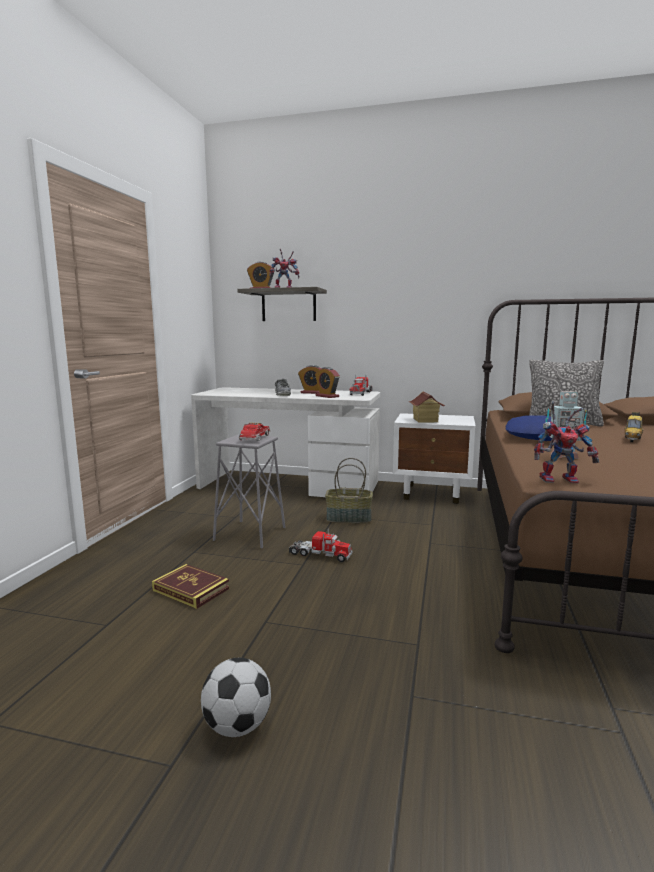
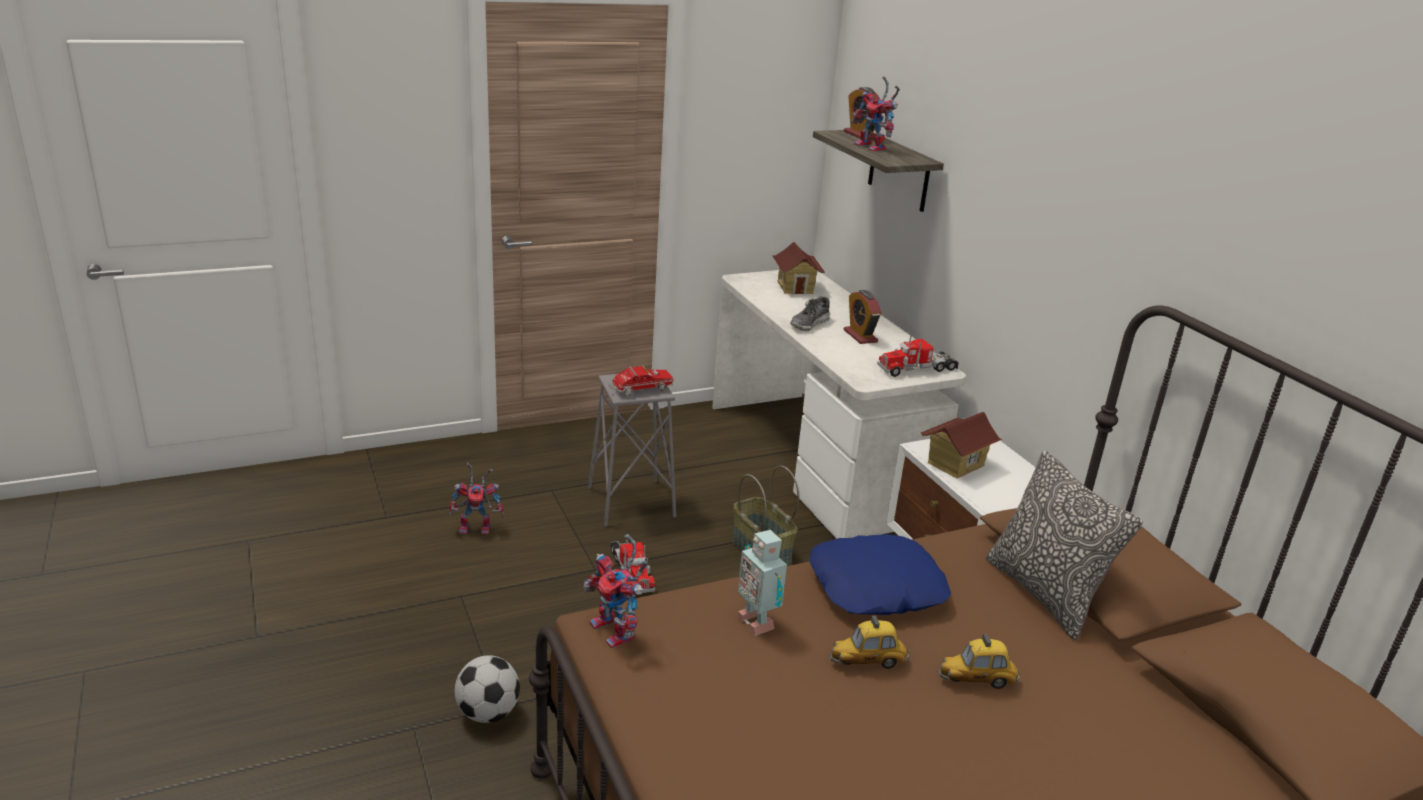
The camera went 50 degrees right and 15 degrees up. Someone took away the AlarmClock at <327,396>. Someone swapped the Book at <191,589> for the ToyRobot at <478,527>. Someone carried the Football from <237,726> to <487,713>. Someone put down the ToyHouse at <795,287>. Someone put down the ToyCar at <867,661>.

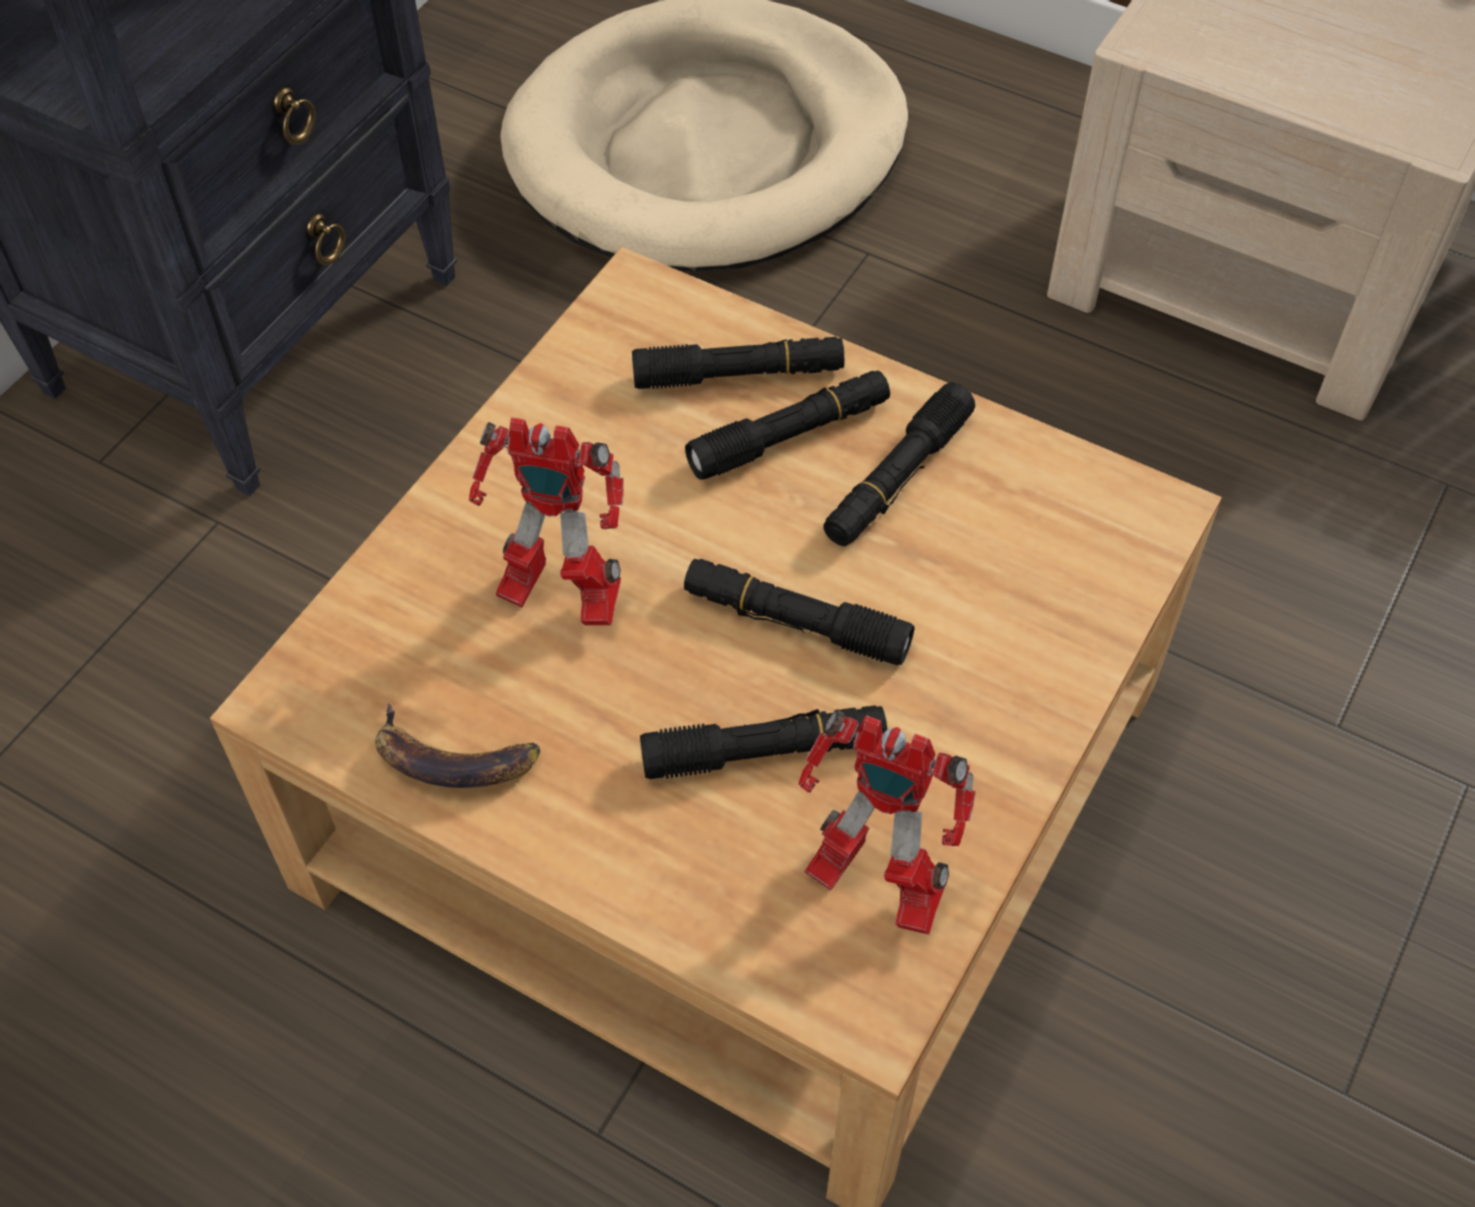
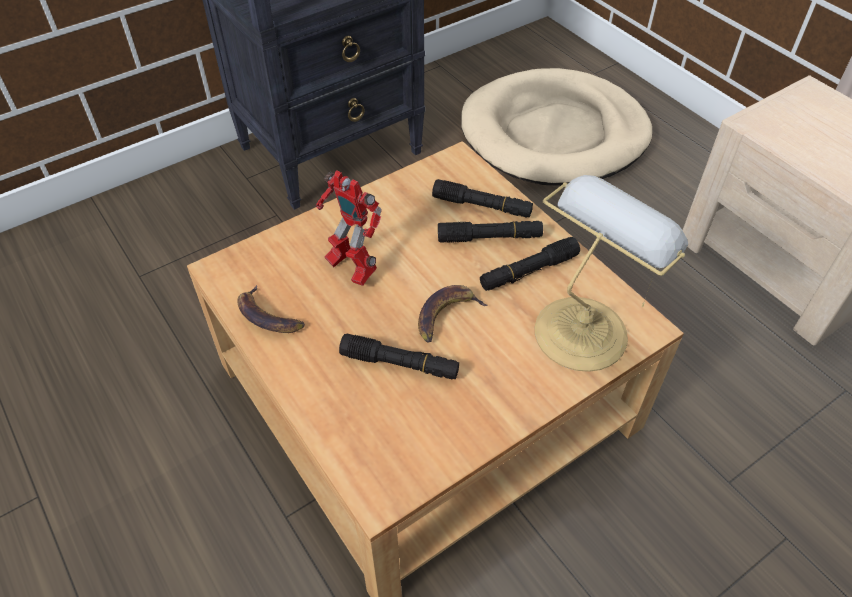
The camera went 25 degrees right and 5 degrees down. Someone swapped the BlackFlashlight at <795,622> for the Banana at <446,315>. Someone took away the ToyRobot at <871,882>. Someone put down the TableLamp at <583,329>.

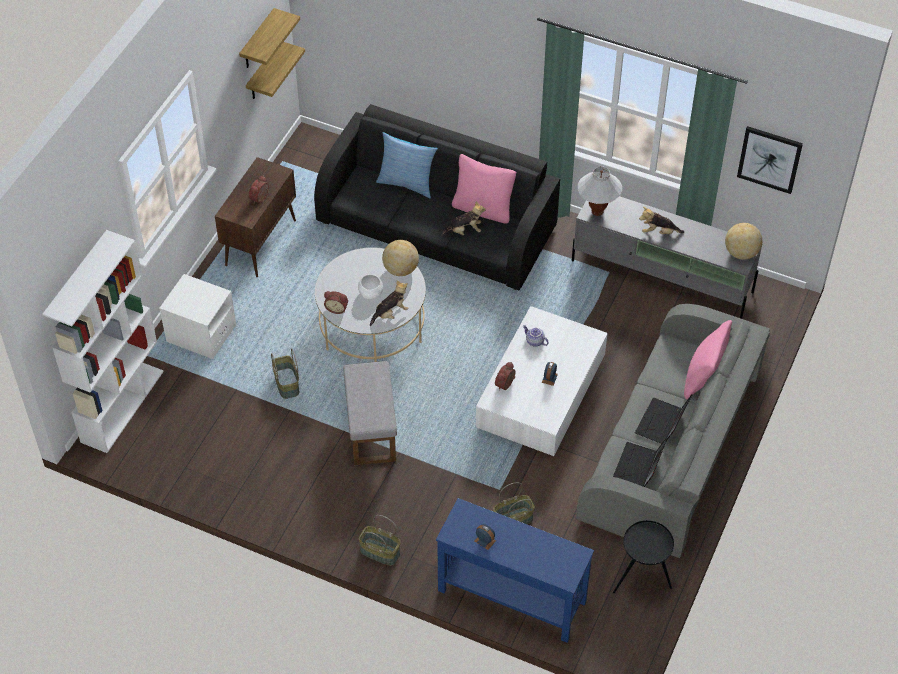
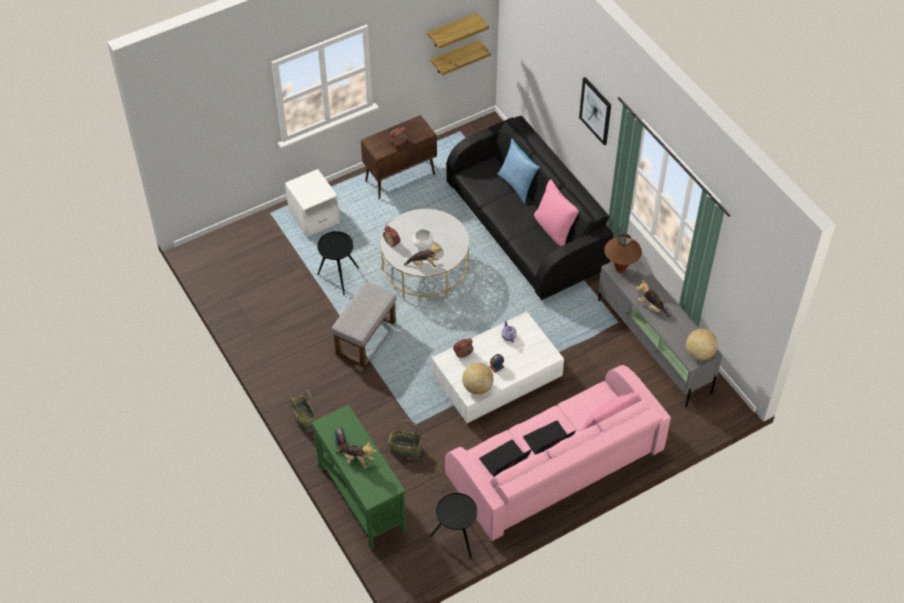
The camera went 35 degrees right and 0 degrees up. Someone carried the Picture from <769,159> to <595,110>. Someone repainted the WhiteTableLamp at <597,211>, which became the BrownTableLamp at <620,269>. Someone carried the PlushToy from <464,231> to <357,460>. Someone took away the WhiteBookcase at <122,405>. Someone carried the Globe from <400,269> to <477,387>. Someone repainted the GreySofa at <671,448>, which became the PinkSofa at <555,465>. Someone swapped the Basket at <286,383> for the BlackSideTable at <338,278>. Someone repainted the BlueConsoleTable at <511,596>, which became the GreenConsoleTable at <361,497>.

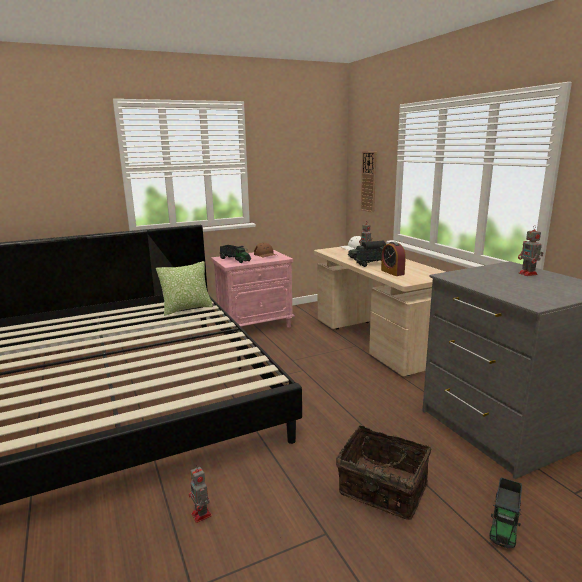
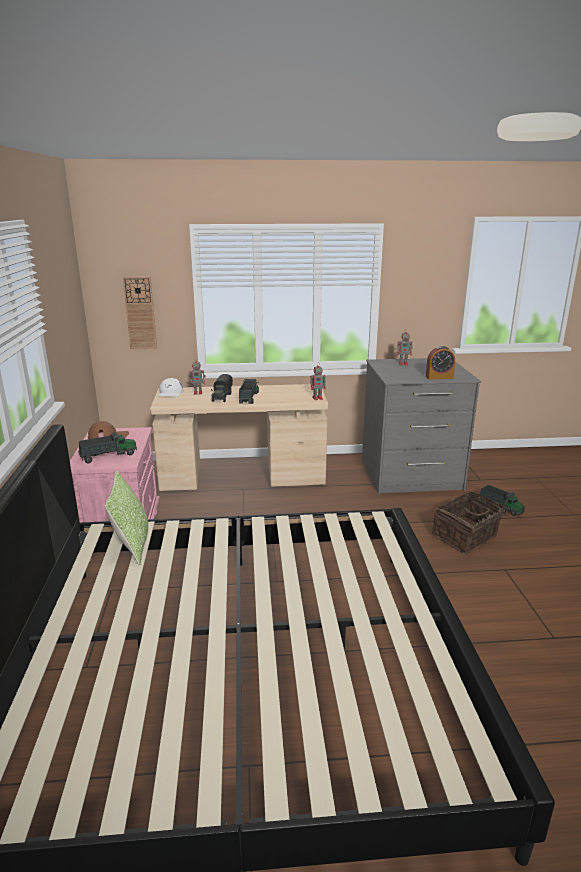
The camera went 70 degrees left and 5 degrees up. Someone carried the AlarmClock from <392,272> to <439,377>. Someone carried the ToyRobot from <202,515> to <318,398>.

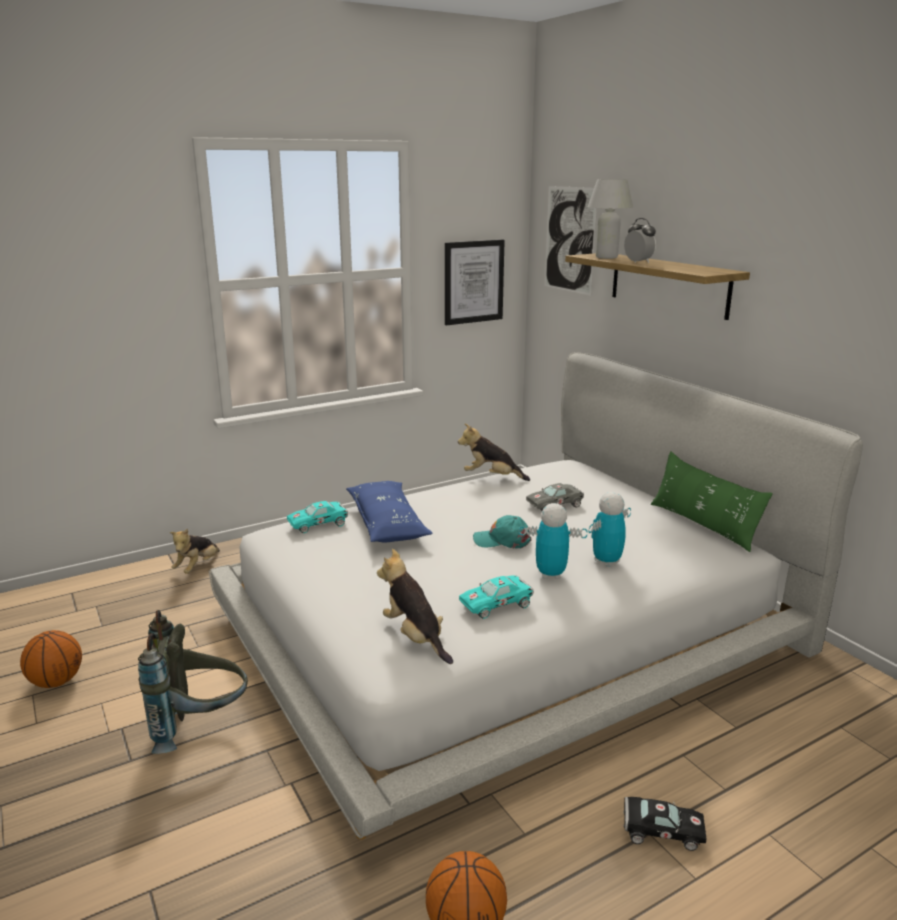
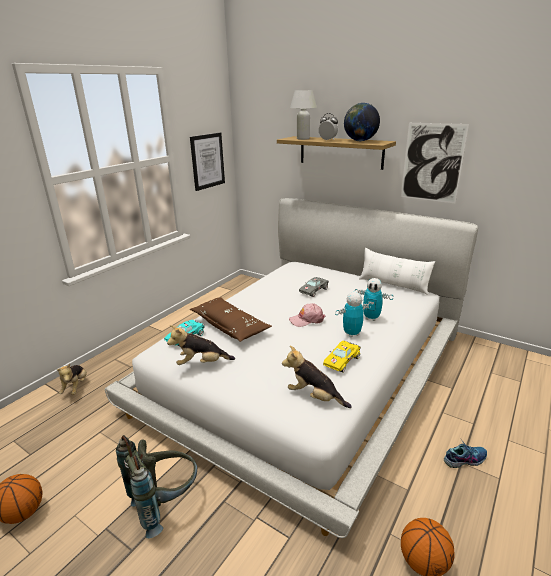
The camera went 25 degrees left and 5 degrees up. Someone carried the Picture from <569,240> to <432,163>. Someone carried the PlushToy from <492,477> to <201,363>. Someone repainted the GreenPillow at <703,525>, which became the WhitePillow at <393,285>. Someone repainted the BluePillow at <387,523>, which became the BrownPillow at <230,326>. Someone rotated the ToyRobot at <606,561> by 90 degrees counterclockwise. Someone repainted the TurquoiseCap at <502,540>, which became the PinkCap at <307,319>. Someone repainted the TurquoiseToyCar at <498,604>, which became the YellowToyCar at <342,360>. Someone swapped the BlackToyCar at <658,830> for the Shoe at <464,459>. Someone put down the Globe at <360,141>.

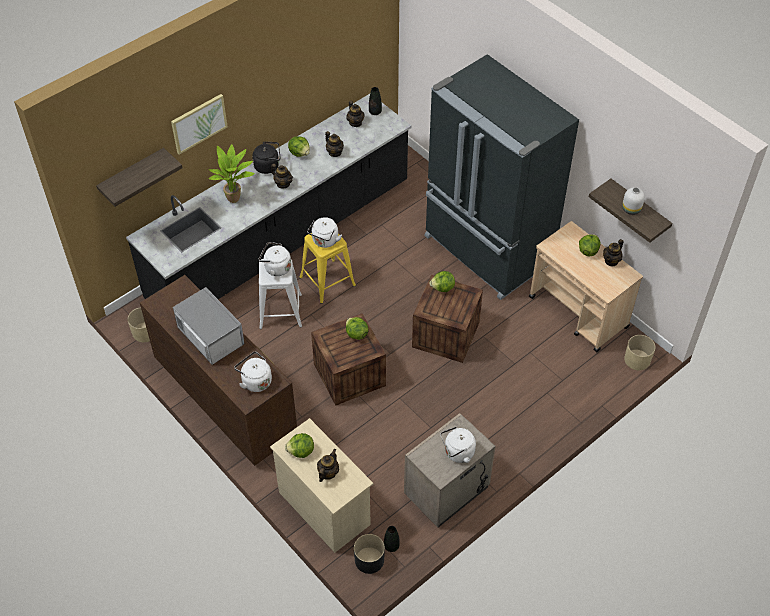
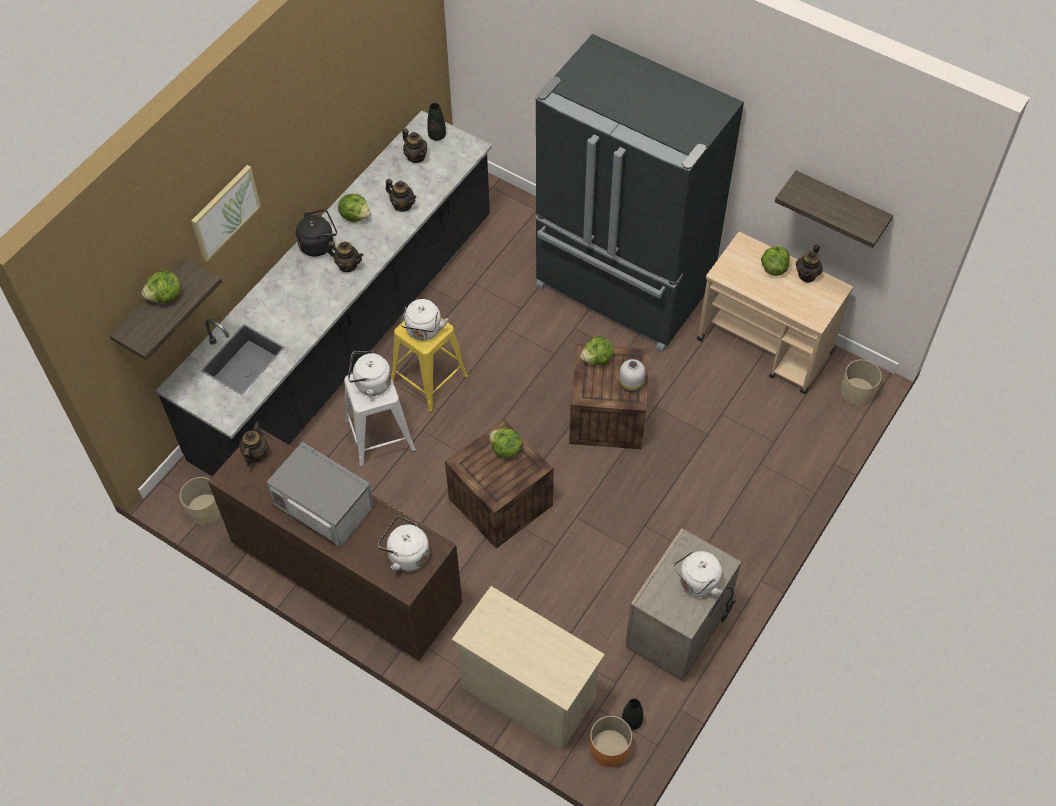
The camera went 15 degrees left and 5 degrees up. Someone took away the PottedPlant at <235,199>. Someone carried the WhiteVase from <630,209> to <630,384>. Someone carried the Lettuce from <301,451> to <165,297>. Someone carried the Teapot from <328,473> to <255,454>. Someone repainted the BlackPlanter at <369,560>, which became the OrangePlanter at <609,748>.

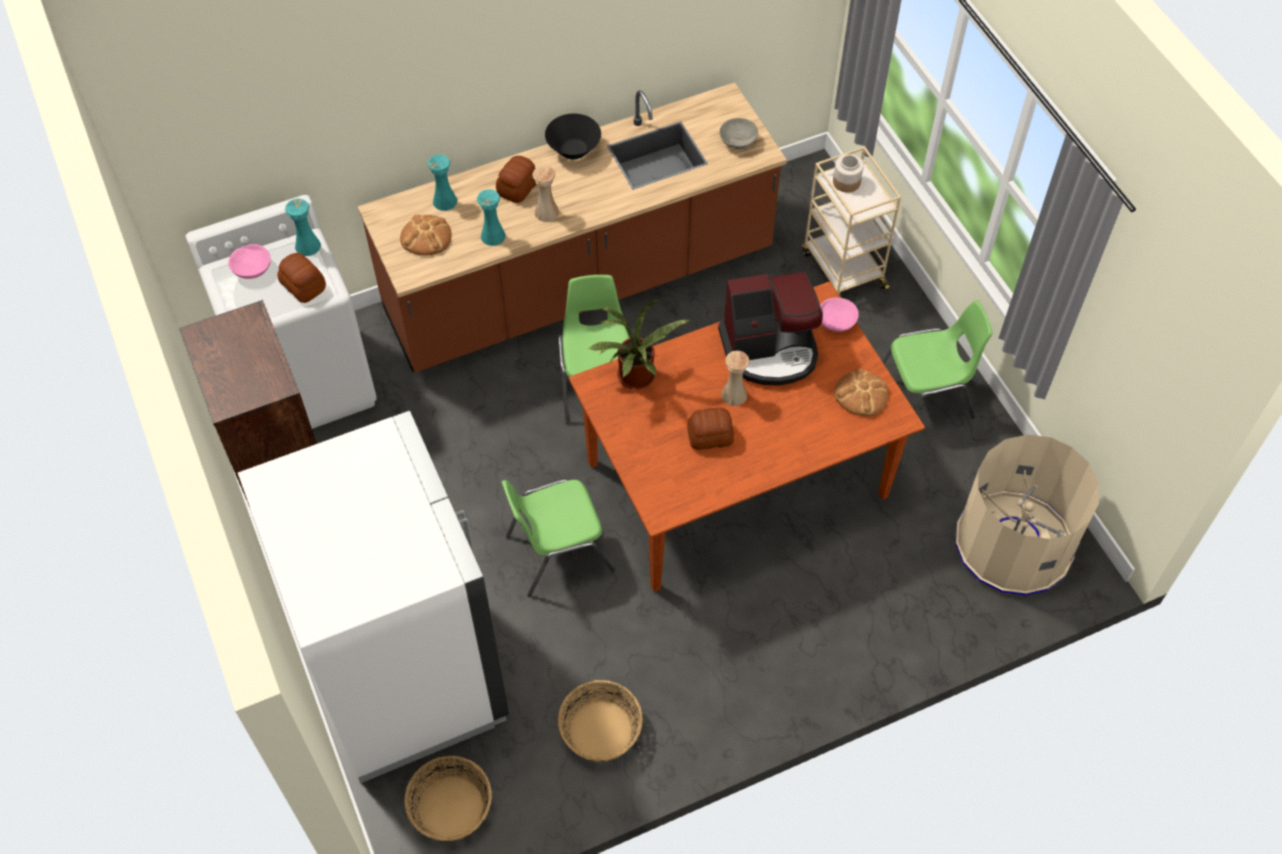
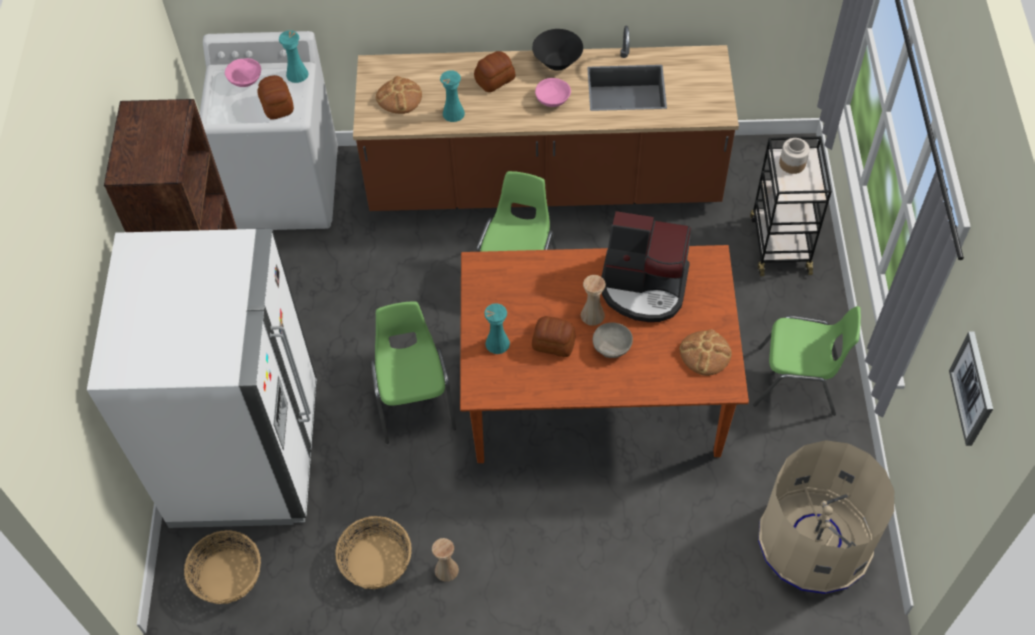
The camera went 25 degrees right and 0 degrees up. Someone carried the GreyBowl from <738,141> to <612,346>. Someone repainted the BeigeCart at <842,269>, which became the BlackCart at <779,243>. Someone carried the TurquoiseVase from <445,201> to <497,343>. Someone carried the BeigeVase from <546,212> to <446,570>. Someone carried the PinkBowl from <836,323> to <552,100>. Someone took away the PottedPlant at <636,379>. Someone rotated the GreenChair at <557,552> by 75 degrees clockwise. Someone put up the Picture at <973,388>.

